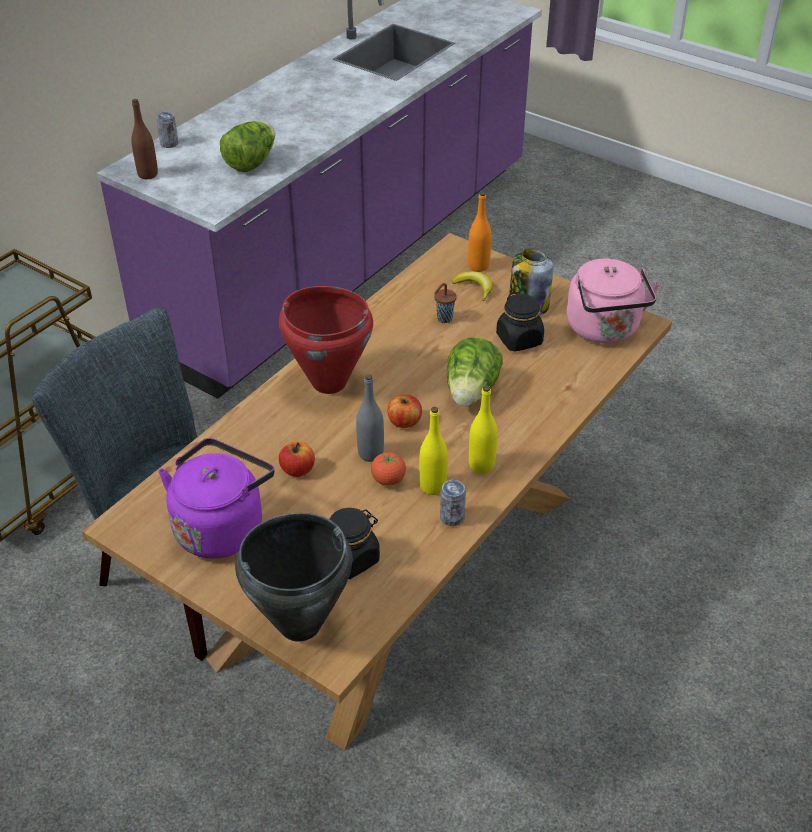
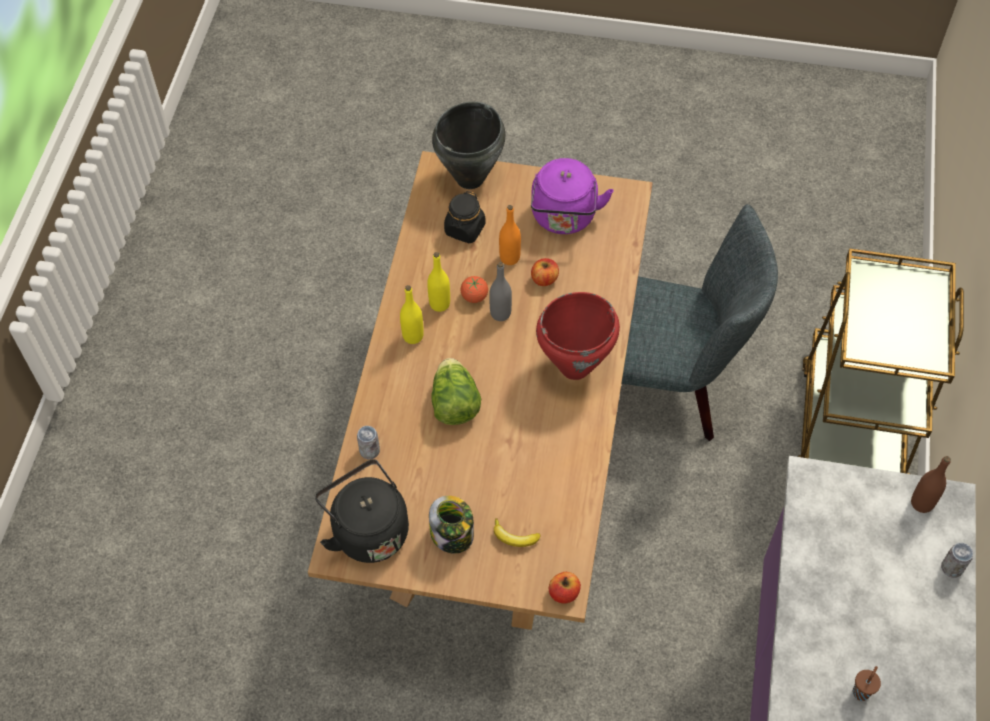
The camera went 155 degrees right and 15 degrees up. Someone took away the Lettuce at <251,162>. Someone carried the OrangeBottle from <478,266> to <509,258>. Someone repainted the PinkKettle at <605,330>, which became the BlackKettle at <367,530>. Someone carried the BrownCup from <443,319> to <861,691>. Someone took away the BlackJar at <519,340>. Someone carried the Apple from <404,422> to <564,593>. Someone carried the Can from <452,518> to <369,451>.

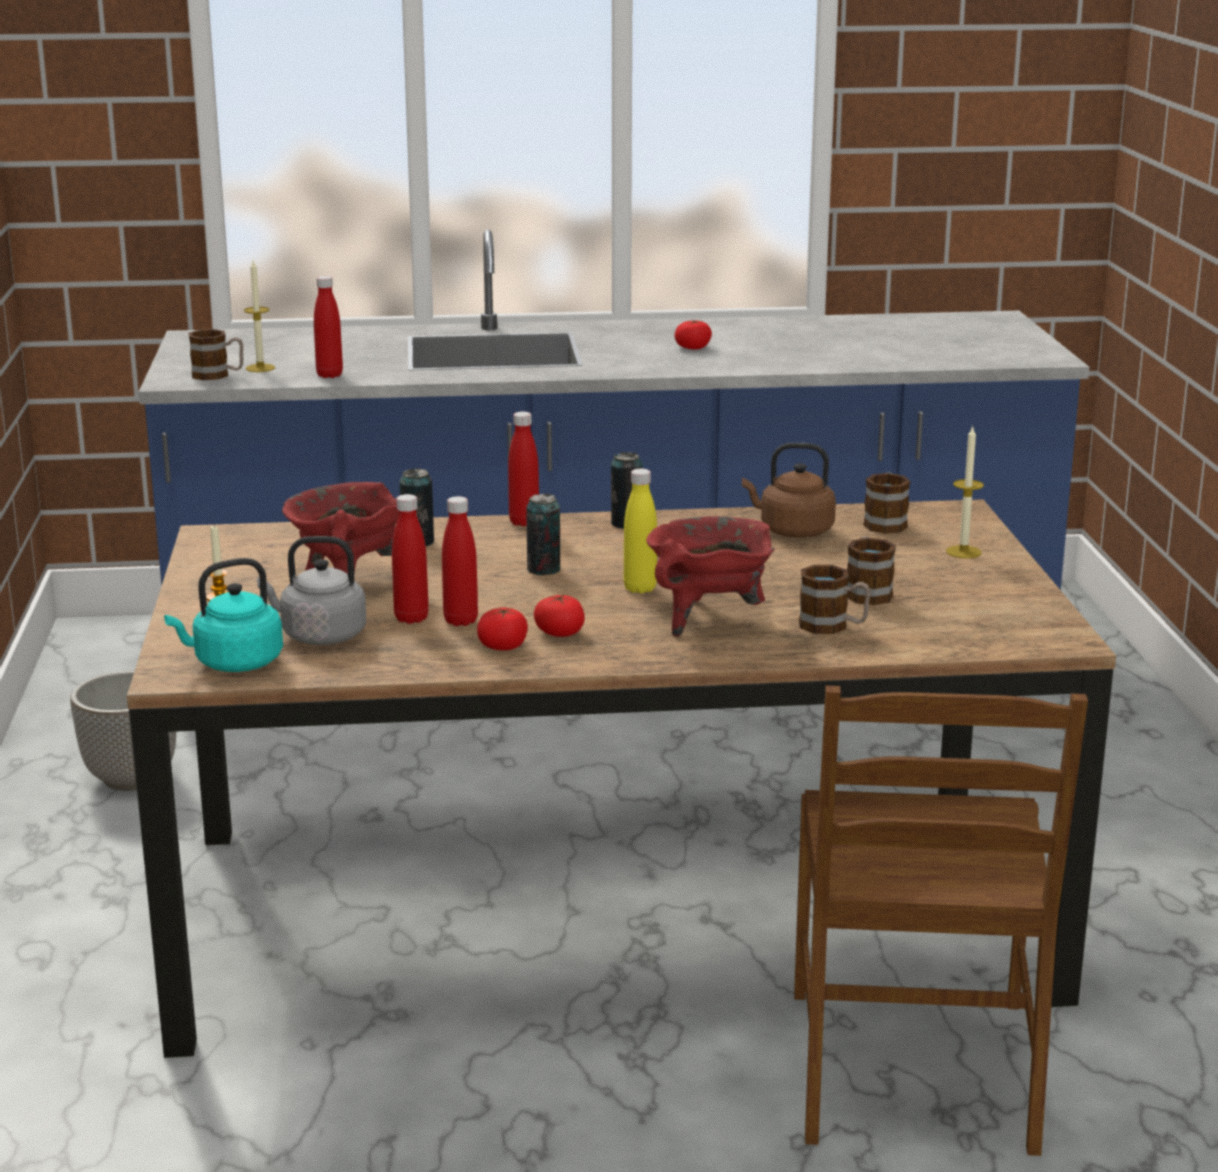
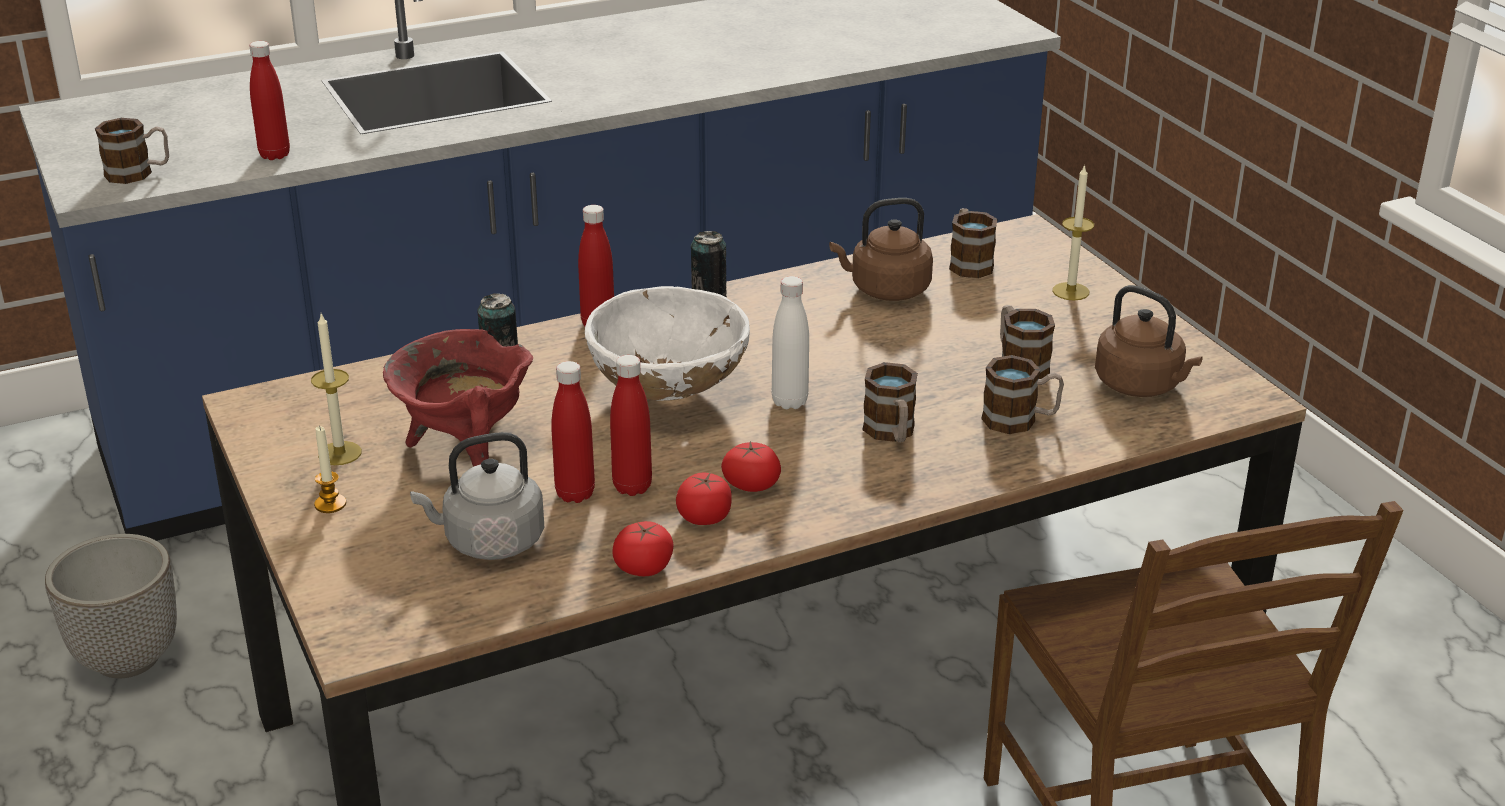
The camera went 20 degrees left and 10 degrees up. Someone carried the Candle from <260,368> to <340,453>. Someone carried the Tomato from <693,347> to <644,566>. Someone repainted the YellowBottle at <640,588>, which became the WhiteBottle at <789,402>. Someone swapped the Can at <543,570> for the WhiteBowl at <669,392>. Someone swapped the RedCookingPot at <709,619> for the Mug at <891,433>. Someone took away the TurquoiseKettle at <234,663>. Someone put down the BrownKettle at <1141,386>.

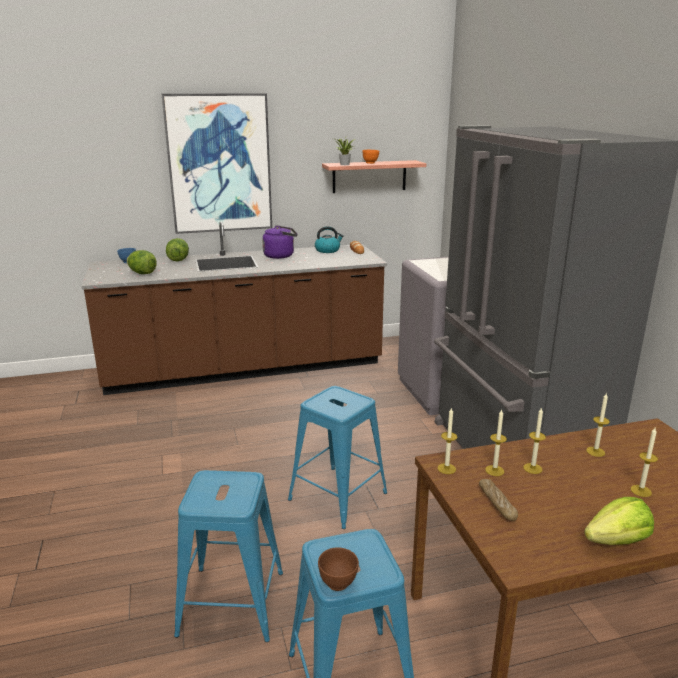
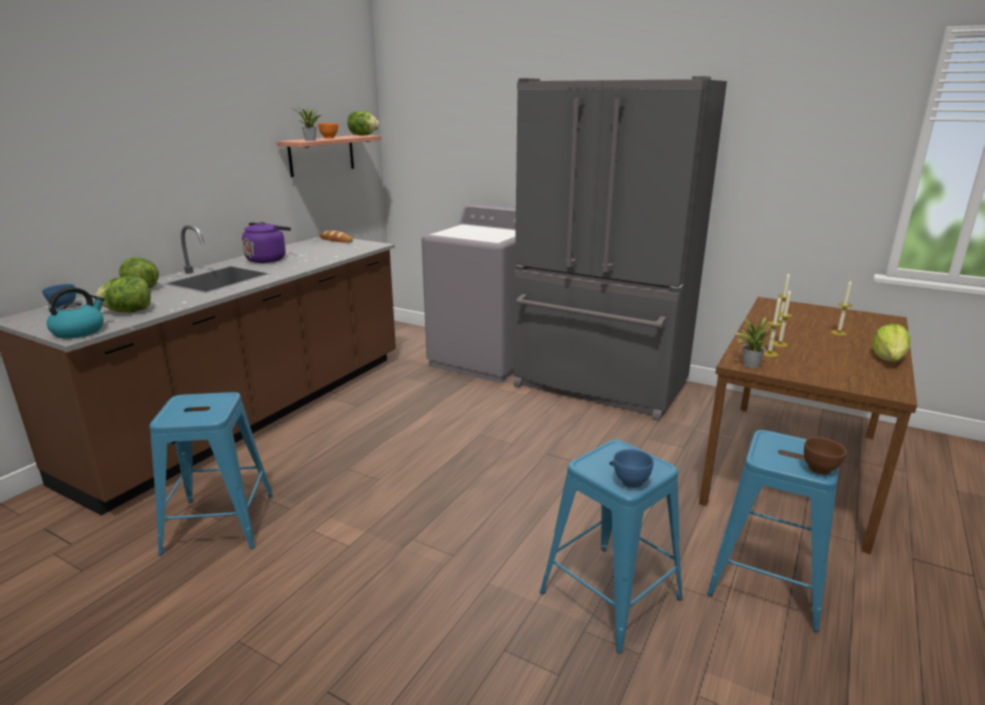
The camera went 45 degrees left and 0 degrees up. Someone took away the Picture at <219,164>. Someone carried the Kettle from <328,250> to <79,331>. Someone carried the BlueStool from <337,496> to <219,523>. Someone swapped the Candle at <446,468> for the PottedPlant at <748,364>. Someone took away the Bread at <497,503>. Someone put down the Lettuce at <363,135>. Someone put down the BlueBowl at <631,482>.

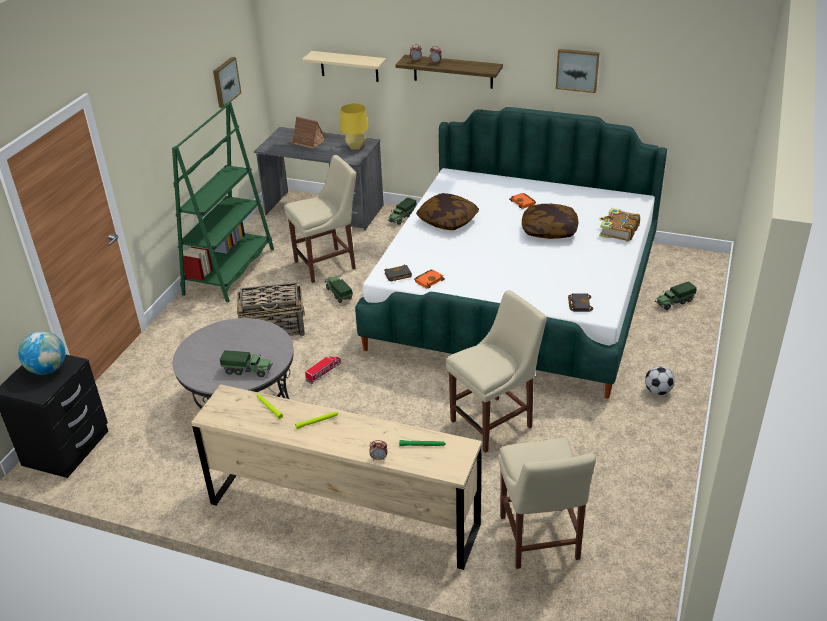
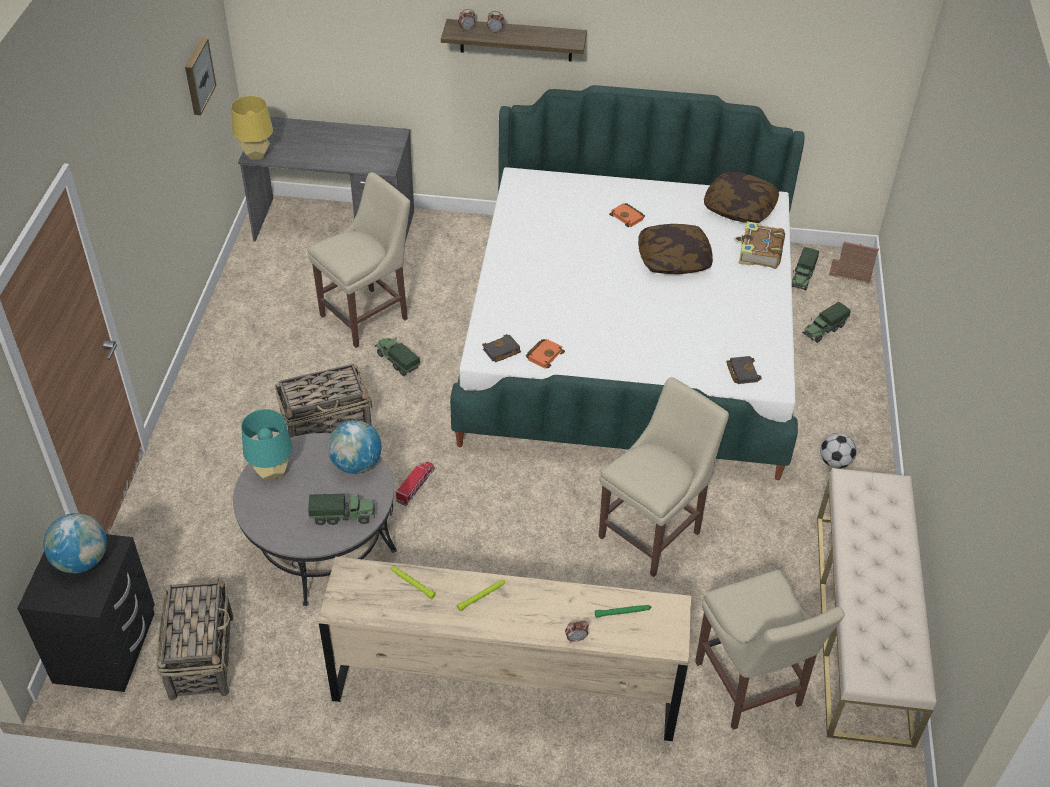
The camera went 15 degrees left and 10 degrees up. Someone took away the Picture at <577,70>. Someone took away the BeigeShelf at <349,66>. Someone took away the GreenBookcase at <229,271>. Someone carried the YellowTableLamp from <355,147> to <256,155>. Someone carried the ToyHouse from <307,142> to <851,271>. Someone carried the Pillow from <447,220> to <739,208>. Someone carried the ToyTruck from <402,218> to <802,277>. Someone put down the TurquoiseTableLamp at <272,472>. Someone put down the Globe at <356,464>. Someone put down the BeigeBench at <863,624>. Someone put down the Basket at <202,655>.

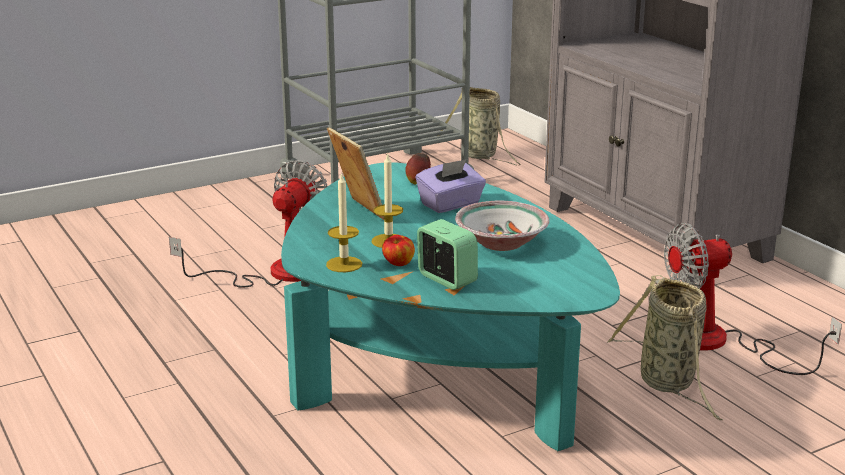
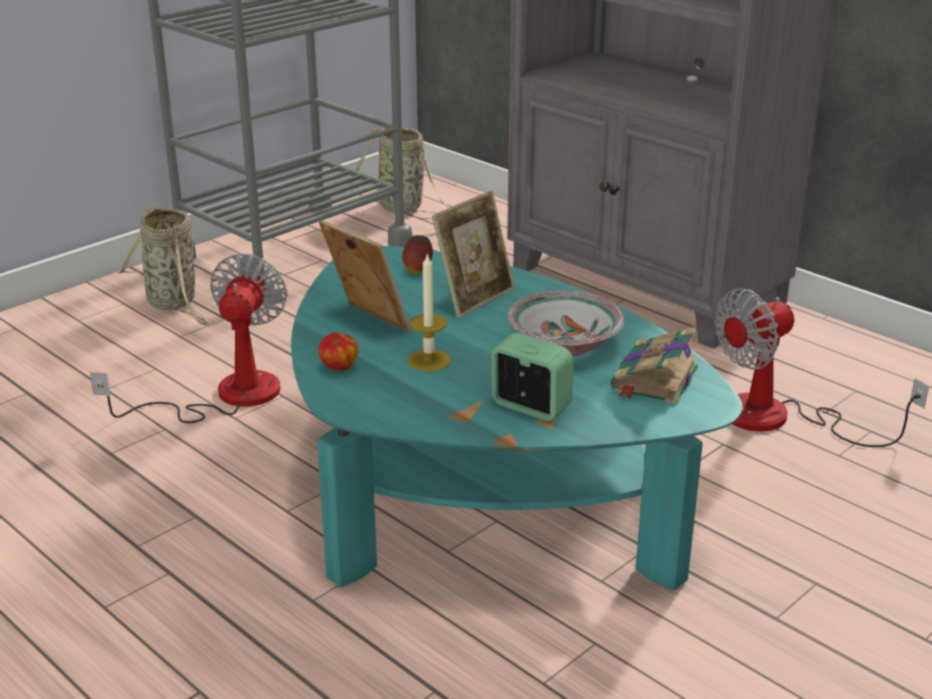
The camera went 15 degrees left and 5 degrees up. Someone swapped the PurpleTissueBox at <451,204> for the PictureFrame at <474,298>. Someone took away the Candle at <344,264>. Someone carried the Apple from <398,264> to <339,368>. Someone carried the Basket from <669,384> to <173,303>. Someone put down the Book at <654,380>.

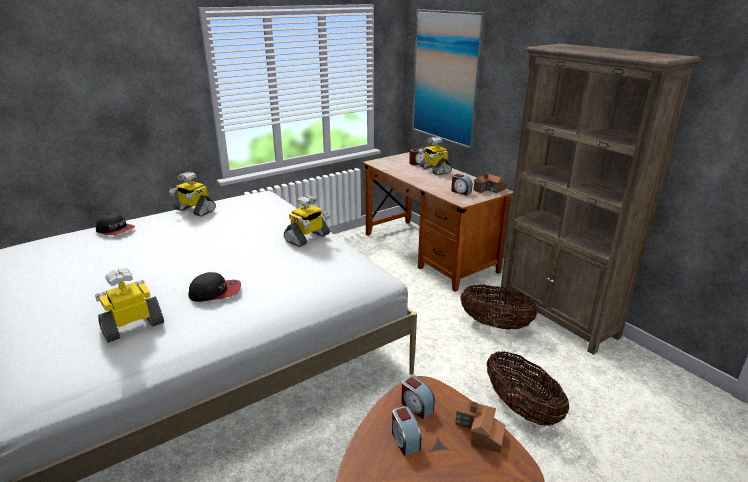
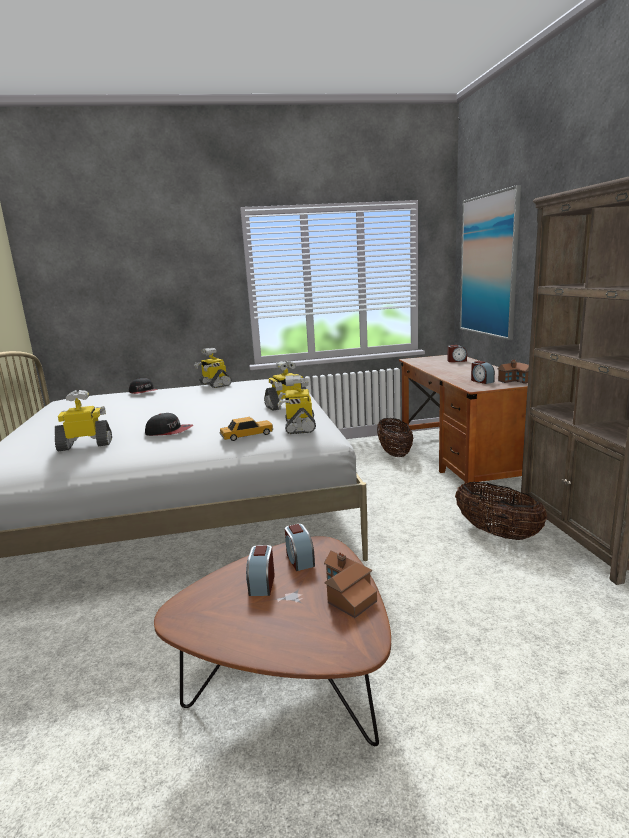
The camera went 25 degrees right and 10 degrees down. Someone carried the ToyRobot from <434,170> to <299,426>. Someone carried the Basket from <521,408> to <394,453>. Someone put down the ToyCar at <247,435>.

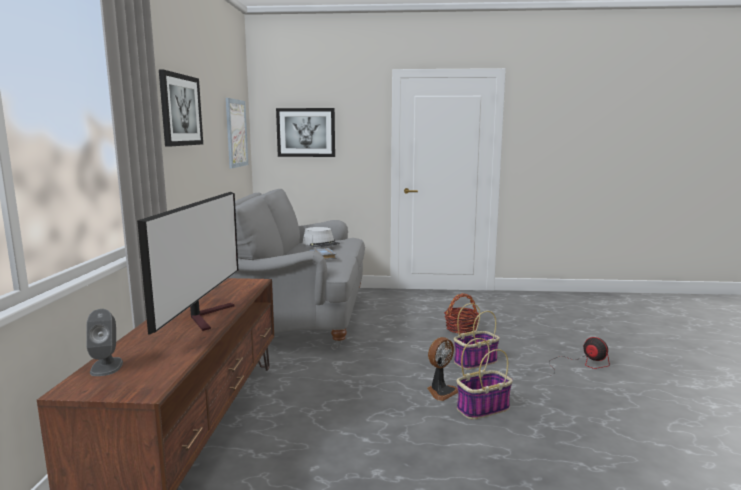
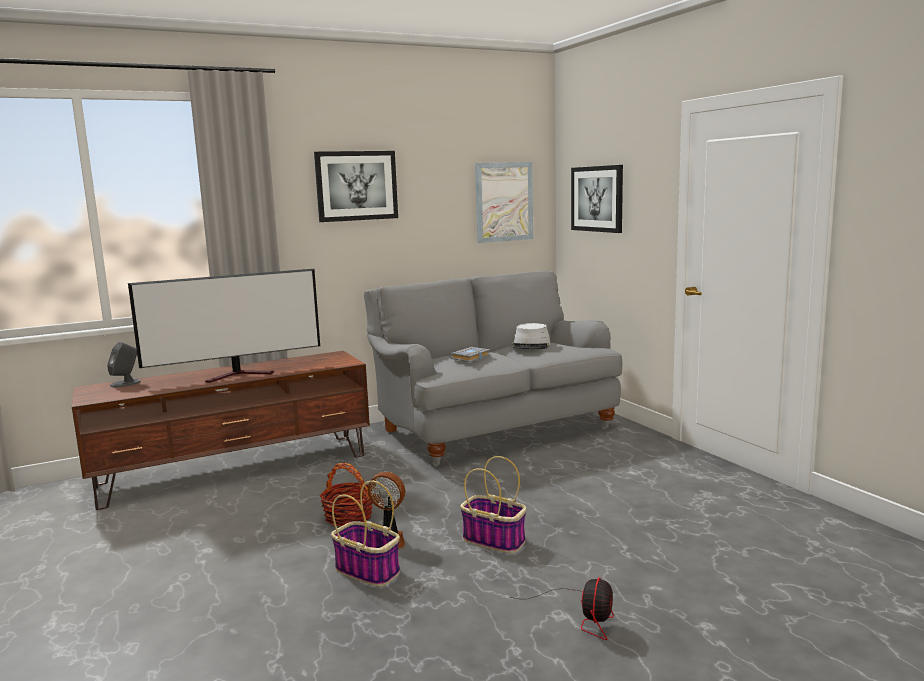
The camera went 60 degrees right and 0 degrees up. Someone carried the Basket from <461,328> to <349,517>.

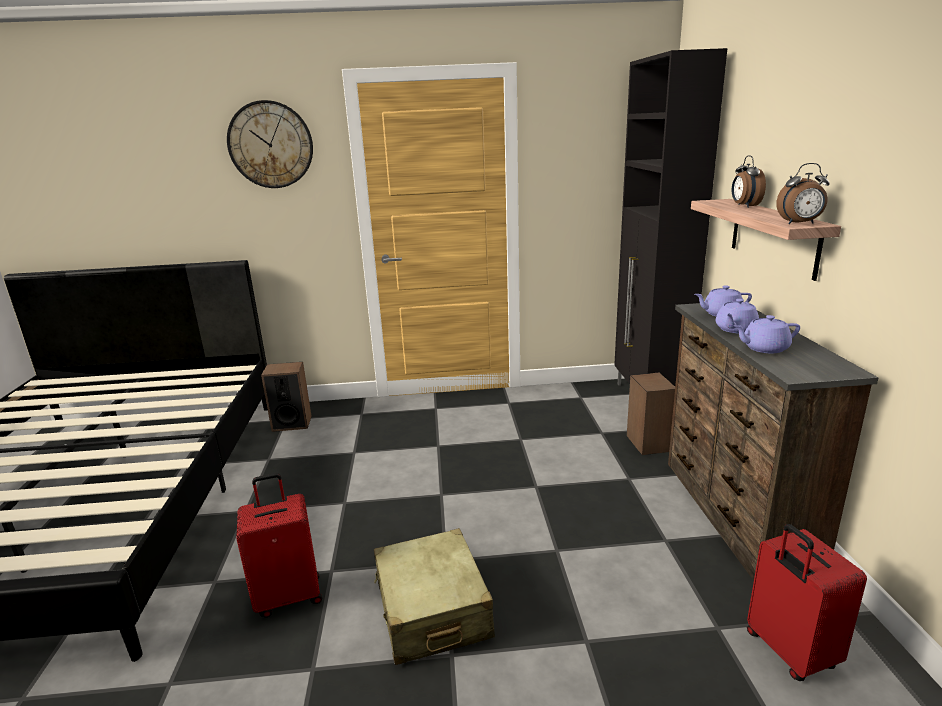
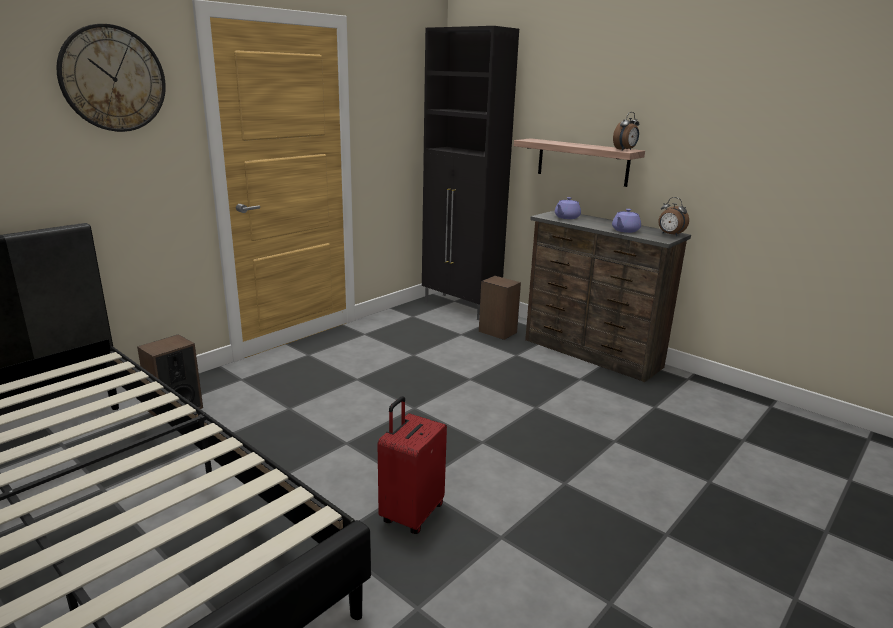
The camera went 45 degrees left and 0 degrees up. Someone carried the AlarmClock from <744,206> to <670,235>. Someone took away the PurpleTeapot at <735,329>. Someone took away the RedSuitcase at <788,651>. Someone took away the BeigeSuitcase at <432,610>.

